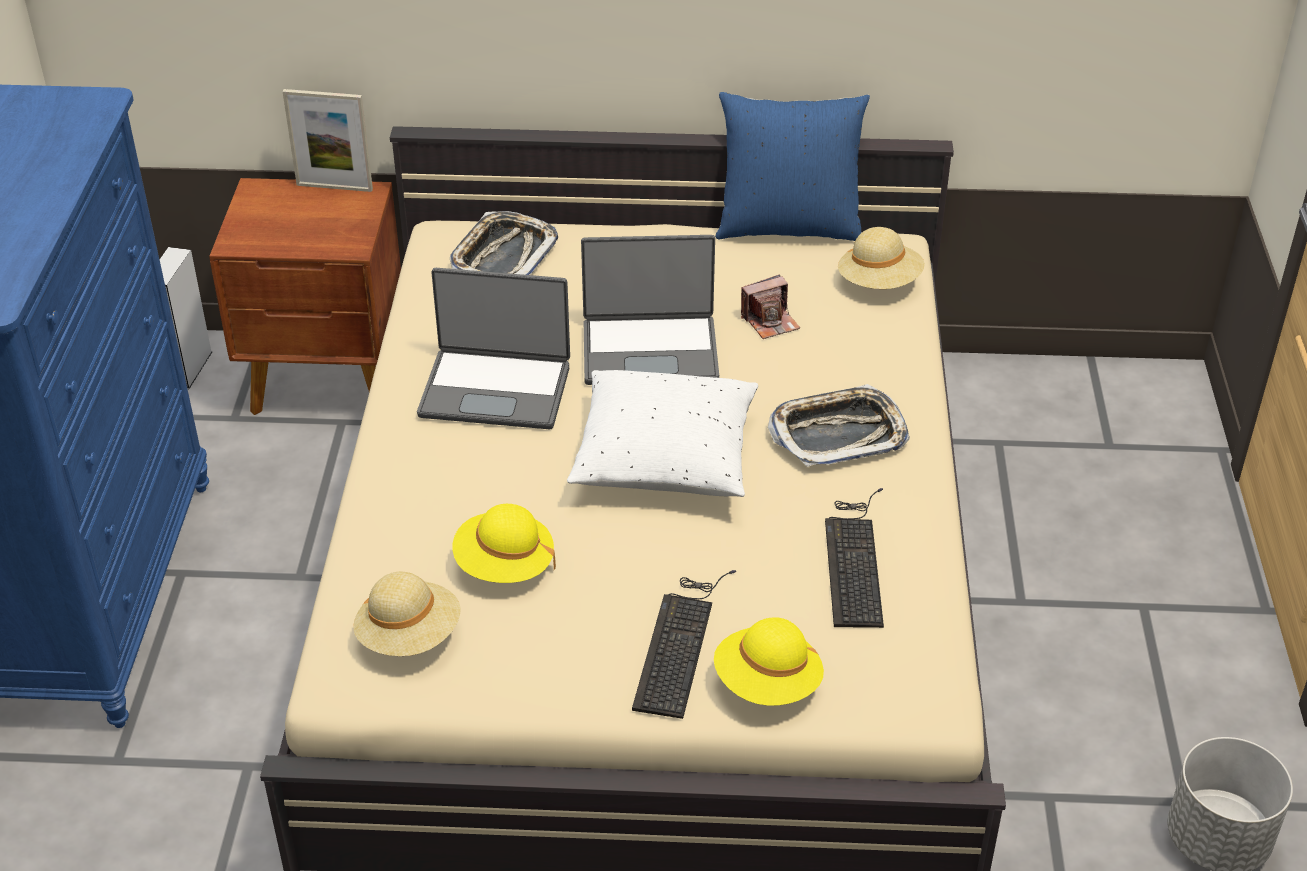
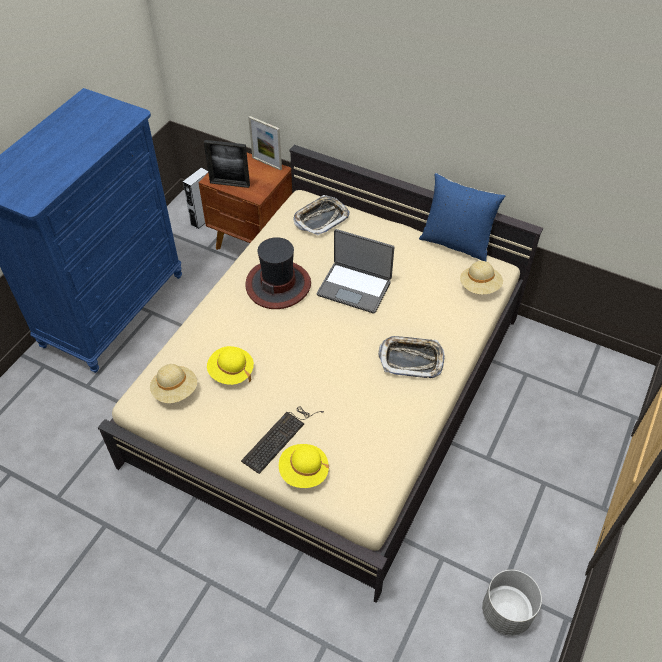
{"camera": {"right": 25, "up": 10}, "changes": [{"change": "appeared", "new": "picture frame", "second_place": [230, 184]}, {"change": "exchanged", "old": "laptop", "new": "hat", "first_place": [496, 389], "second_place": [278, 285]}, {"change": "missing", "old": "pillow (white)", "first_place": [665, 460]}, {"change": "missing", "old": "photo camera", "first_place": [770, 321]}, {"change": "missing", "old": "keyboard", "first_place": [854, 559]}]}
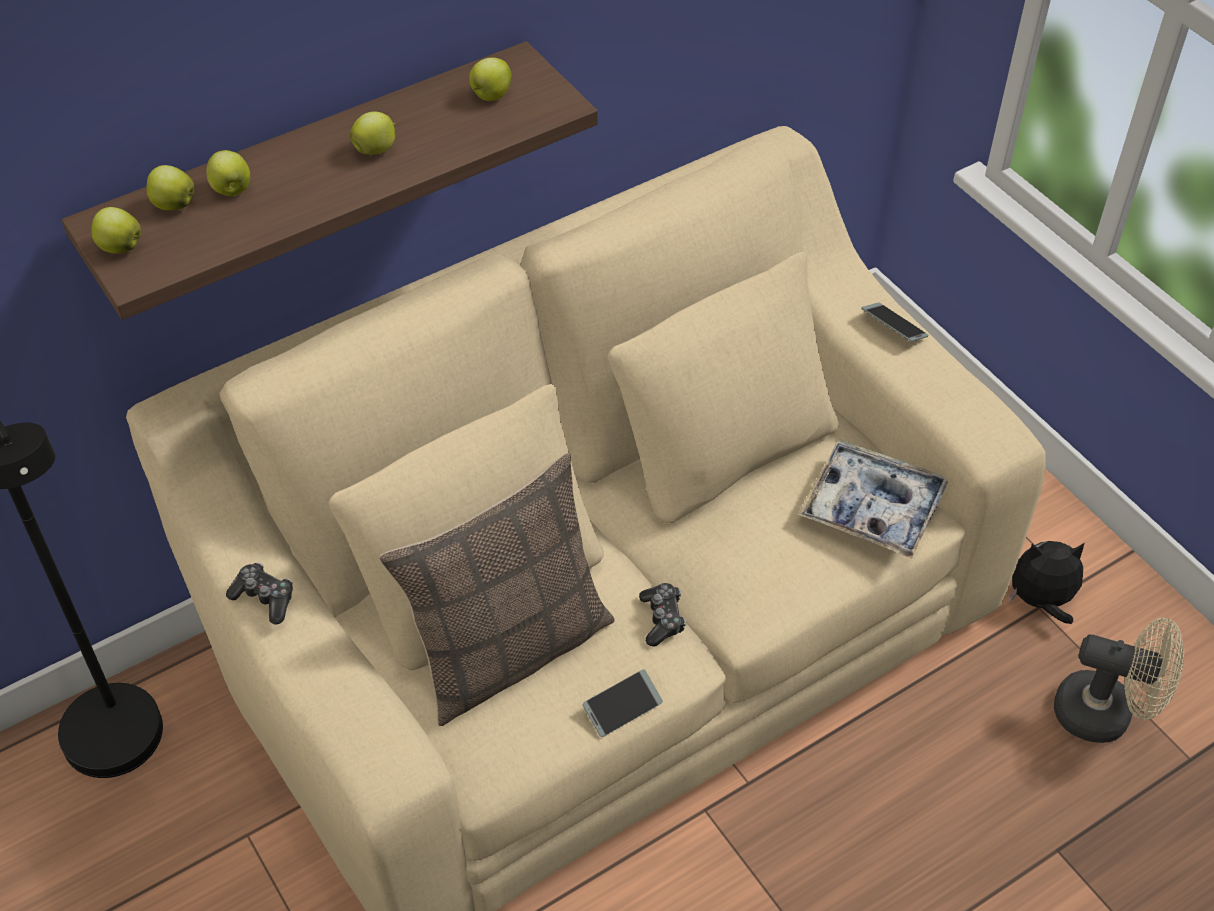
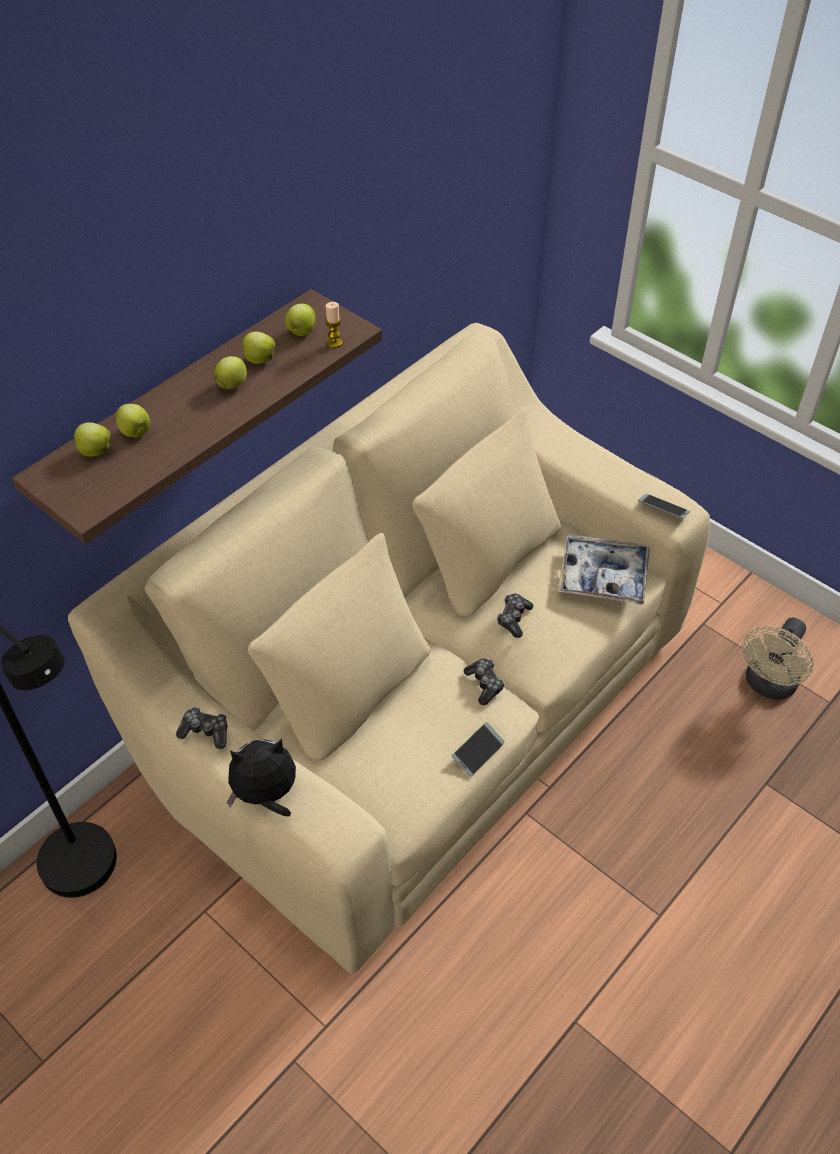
{"camera": {"right": -15, "up": 0}, "changes": [{"change": "relocated", "old": "plush toy", "first_place": [1040, 601], "second_place": [266, 795]}, {"change": "relocated", "old": "apple", "first_place": [119, 247], "second_place": [259, 360]}, {"change": "appeared", "new": "candle", "second_place": [334, 343]}, {"change": "appeared", "new": "game controller", "second_place": [513, 618]}, {"change": "relocated", "old": "phone", "first_place": [893, 327], "second_place": [662, 510]}, {"change": "spun", "old": "fan (beige)", "first_place": [1105, 714], "second_place": [768, 685], "degrees": 120}, {"change": "missing", "old": "pillow", "first_place": [509, 649]}]}
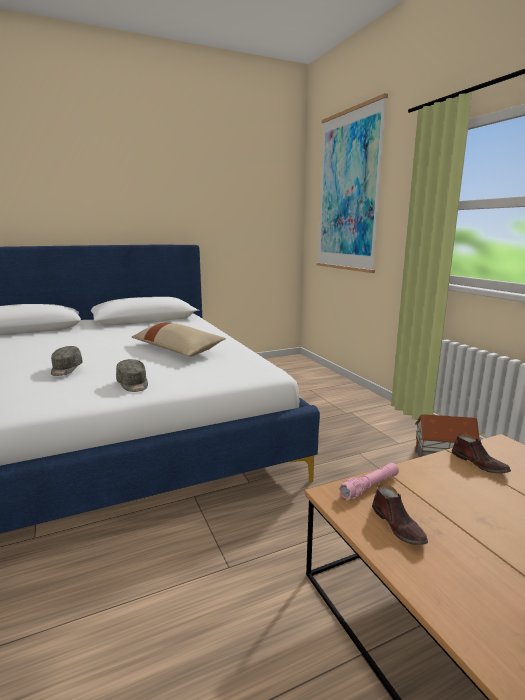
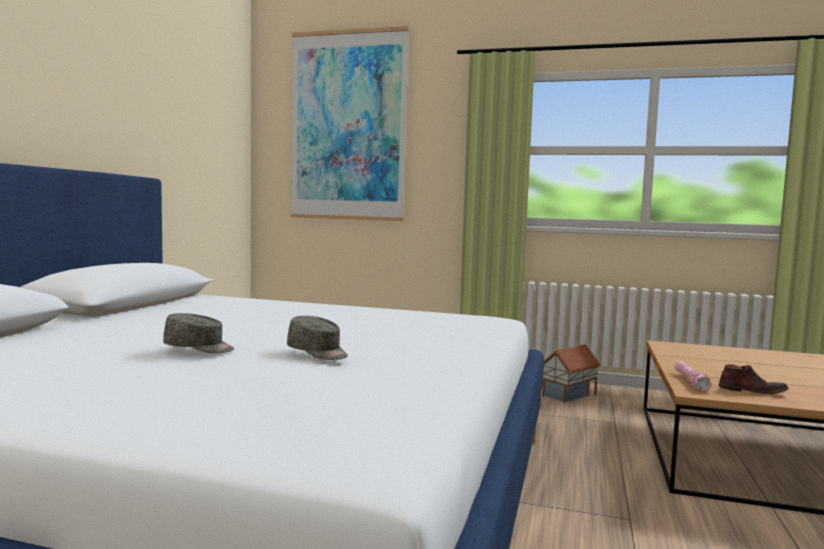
{"camera": {"right": -50, "up": -10}, "changes": [{"change": "relocated", "old": "cap (grey)", "first_place": [133, 384], "second_place": [199, 348]}, {"change": "missing", "old": "pillow (beige)", "first_place": [177, 349]}, {"change": "missing", "old": "shoe (brown)", "first_place": [479, 464]}]}
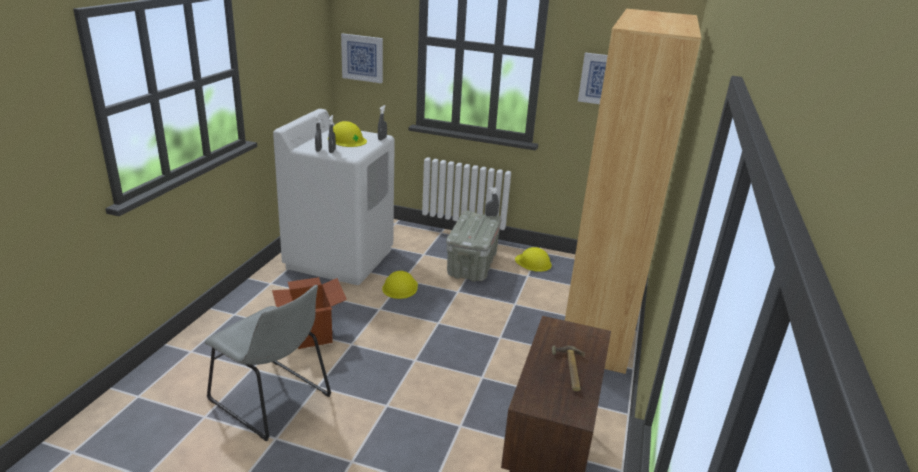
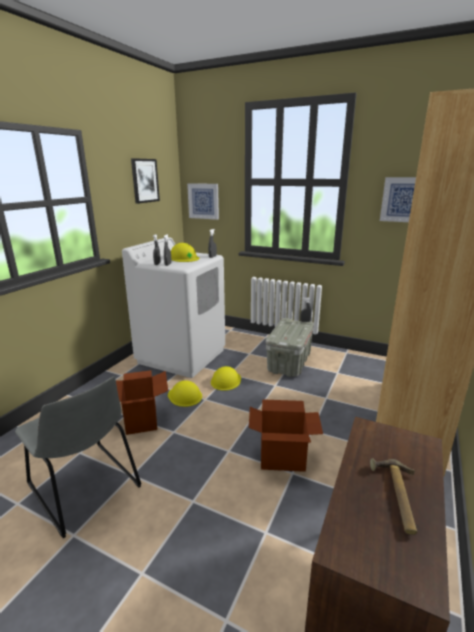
{"camera": {"right": 10, "up": -5}, "changes": [{"change": "appeared", "new": "picture", "second_place": [145, 180]}, {"change": "relocated", "old": "hard hat (yellow)", "first_place": [533, 262], "second_place": [184, 396]}, {"change": "appeared", "new": "cardboard box", "second_place": [282, 457]}]}
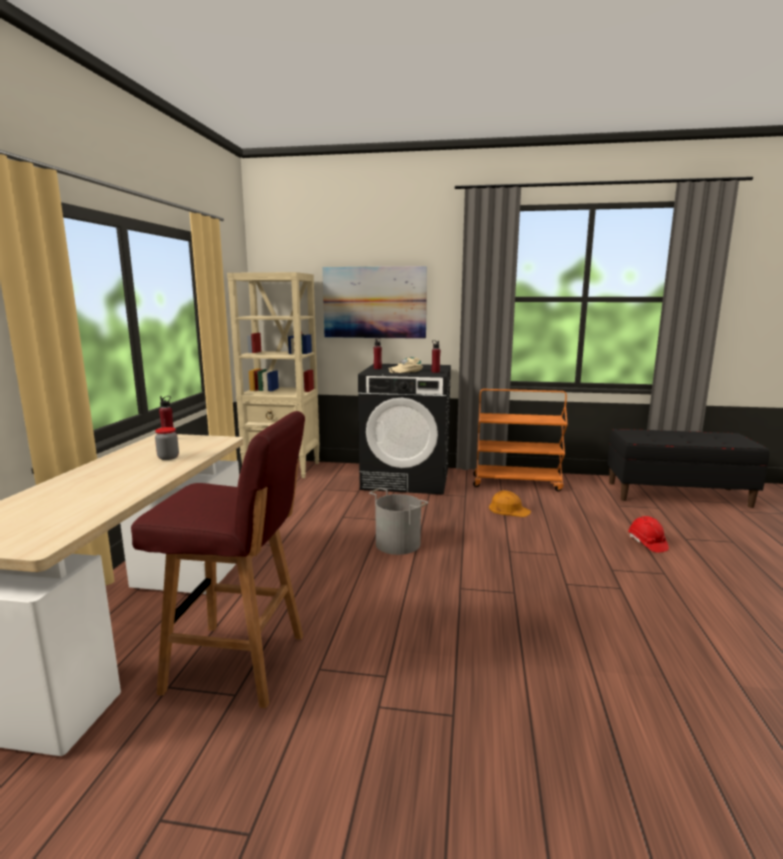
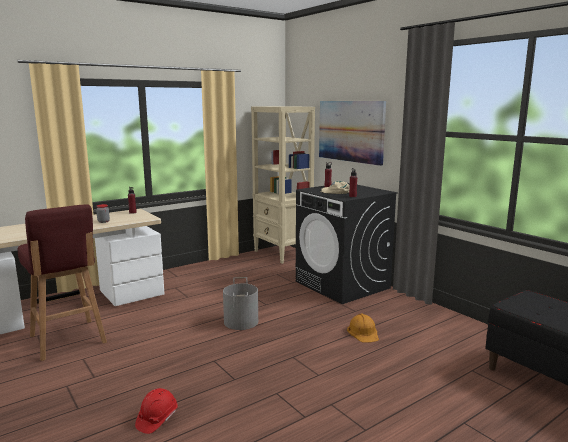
{"camera": {"right": 45, "up": 0}, "changes": [{"change": "relocated", "old": "hard hat (red)", "first_place": [647, 543], "second_place": [157, 419]}, {"change": "missing", "old": "cart (orange)", "first_place": [517, 483]}]}
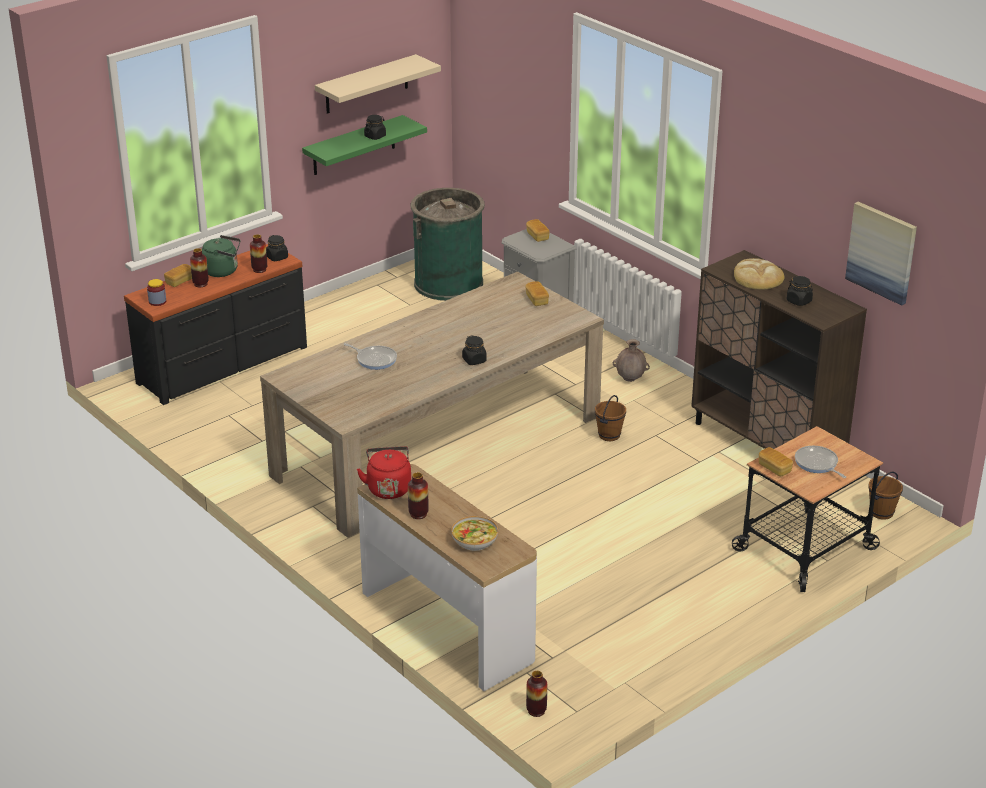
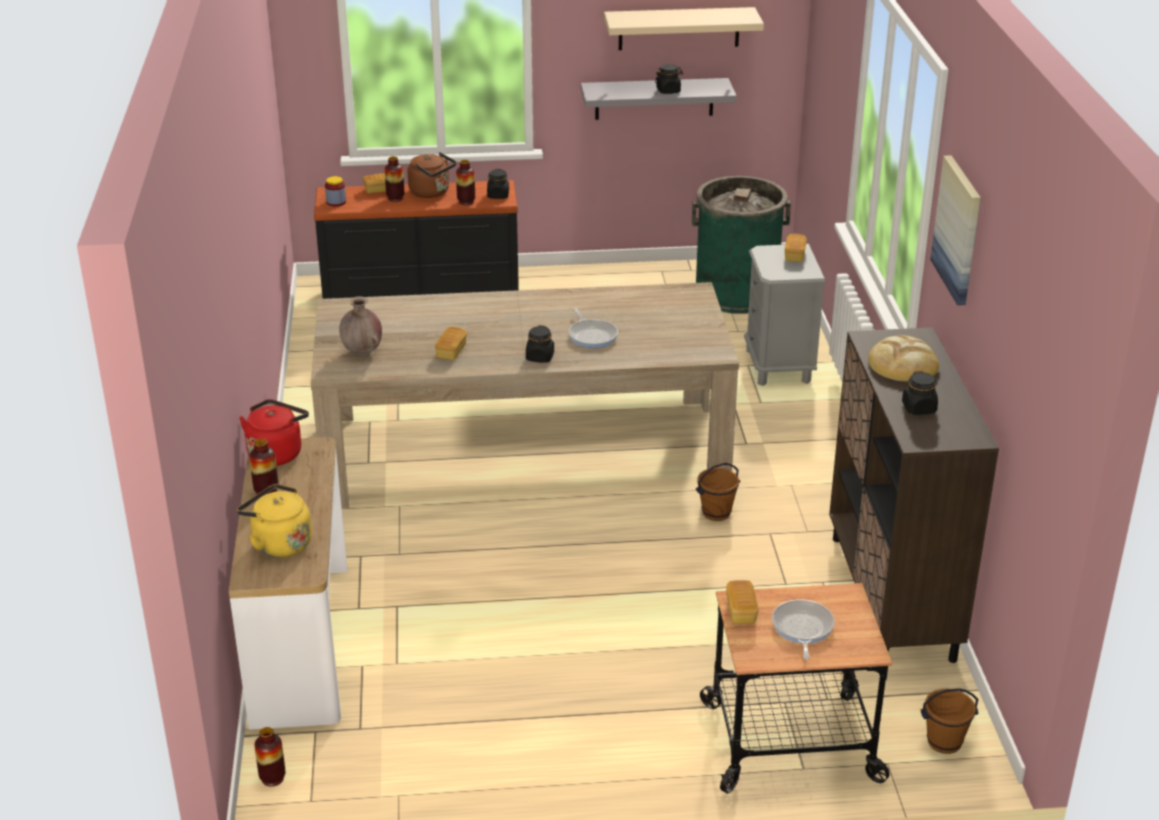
{"camera": {"right": 35, "up": 0}, "changes": [{"change": "exchanged", "old": "bowl", "new": "kettle (yellow)", "first_place": [474, 541], "second_place": [279, 544]}, {"change": "relocated", "old": "vase (brown)", "first_place": [630, 379], "second_place": [362, 352]}, {"change": "colour", "old": "kettle (green)", "new": "kettle (brown)", "first_place": [223, 271], "second_place": [432, 192]}, {"change": "relocated", "old": "bread", "first_place": [537, 300], "second_place": [451, 351]}, {"change": "relocated", "old": "frying pan", "first_place": [375, 359], "second_place": [592, 335]}, {"change": "colour", "old": "shelf (green)", "new": "shelf (grey)", "first_place": [354, 146], "second_place": [654, 98]}, {"change": "relocated", "old": "picture", "first_place": [882, 252], "second_place": [958, 229]}]}
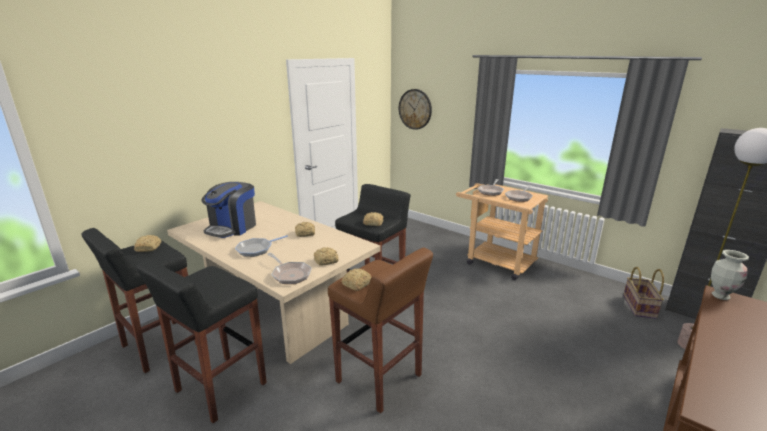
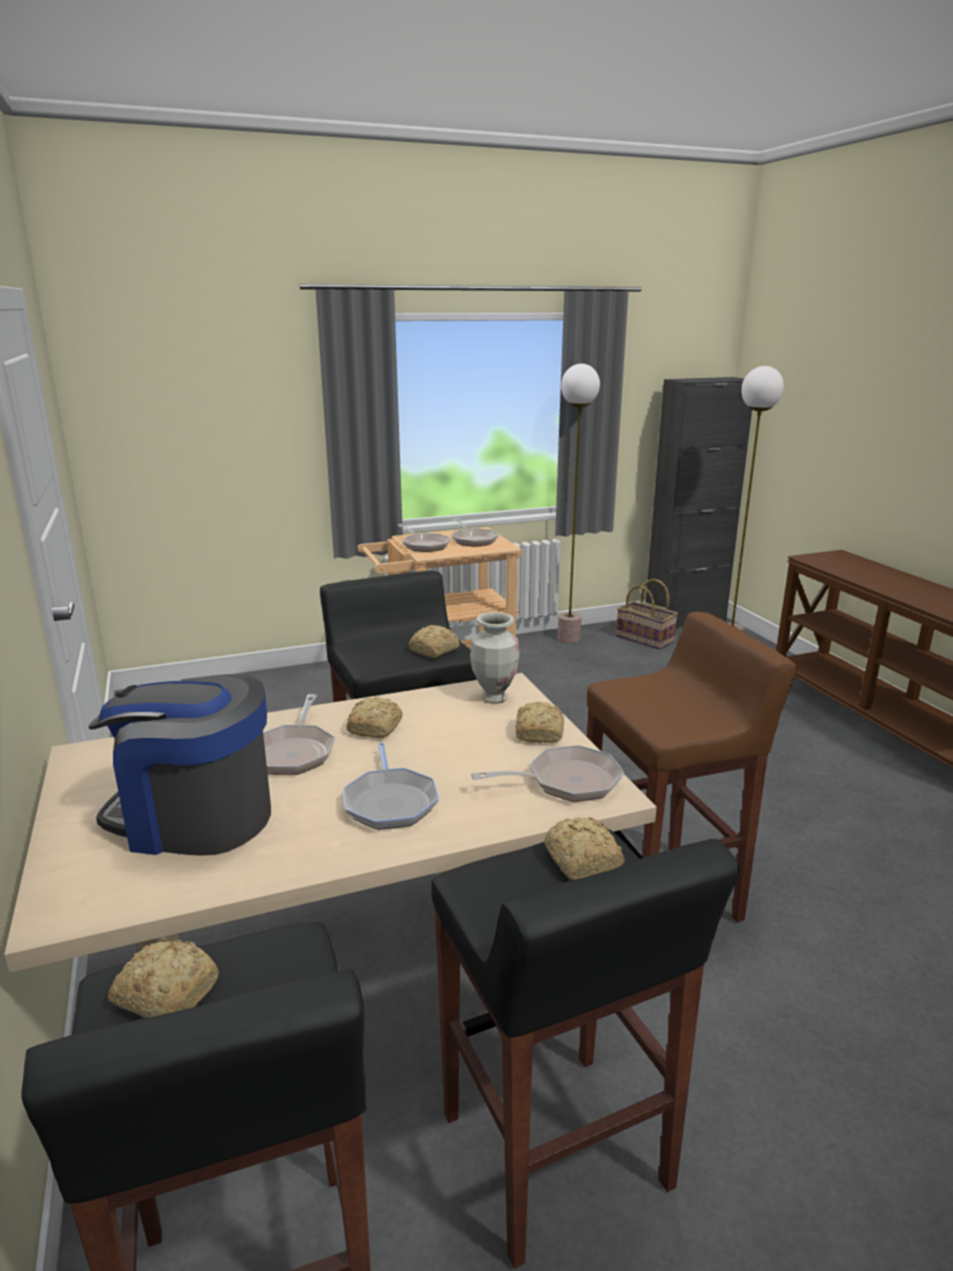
{"camera": {"right": -60, "up": 0}, "changes": [{"change": "spun", "old": "coffee machine", "first_place": [232, 228], "second_place": [194, 818], "degrees": 135}, {"change": "appeared", "new": "frying pan", "second_place": [294, 752]}, {"change": "relocated", "old": "vase", "first_place": [720, 296], "second_place": [494, 698]}, {"change": "relocated", "old": "bread", "first_place": [356, 284], "second_place": [582, 861]}, {"change": "appeared", "new": "floor lamp", "second_place": [569, 638]}, {"change": "missing", "old": "wall clock", "first_place": [415, 109]}]}
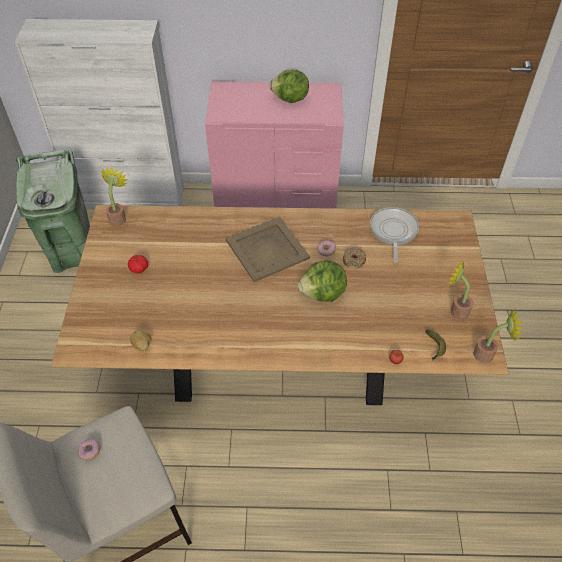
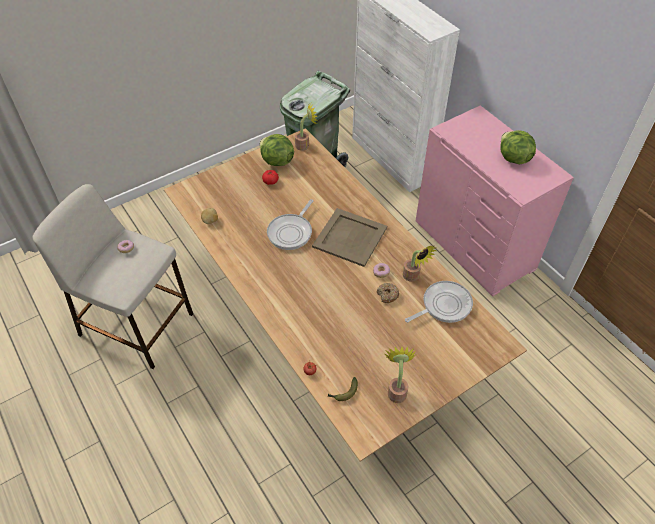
{"camera": {"right": 55, "up": 0}, "changes": [{"change": "relocated", "old": "lettuce", "first_place": [323, 294], "second_place": [276, 161]}, {"change": "appeared", "new": "frying pan", "second_place": [291, 232]}, {"change": "relocated", "old": "potted plant", "first_place": [487, 354], "second_place": [413, 277]}]}
